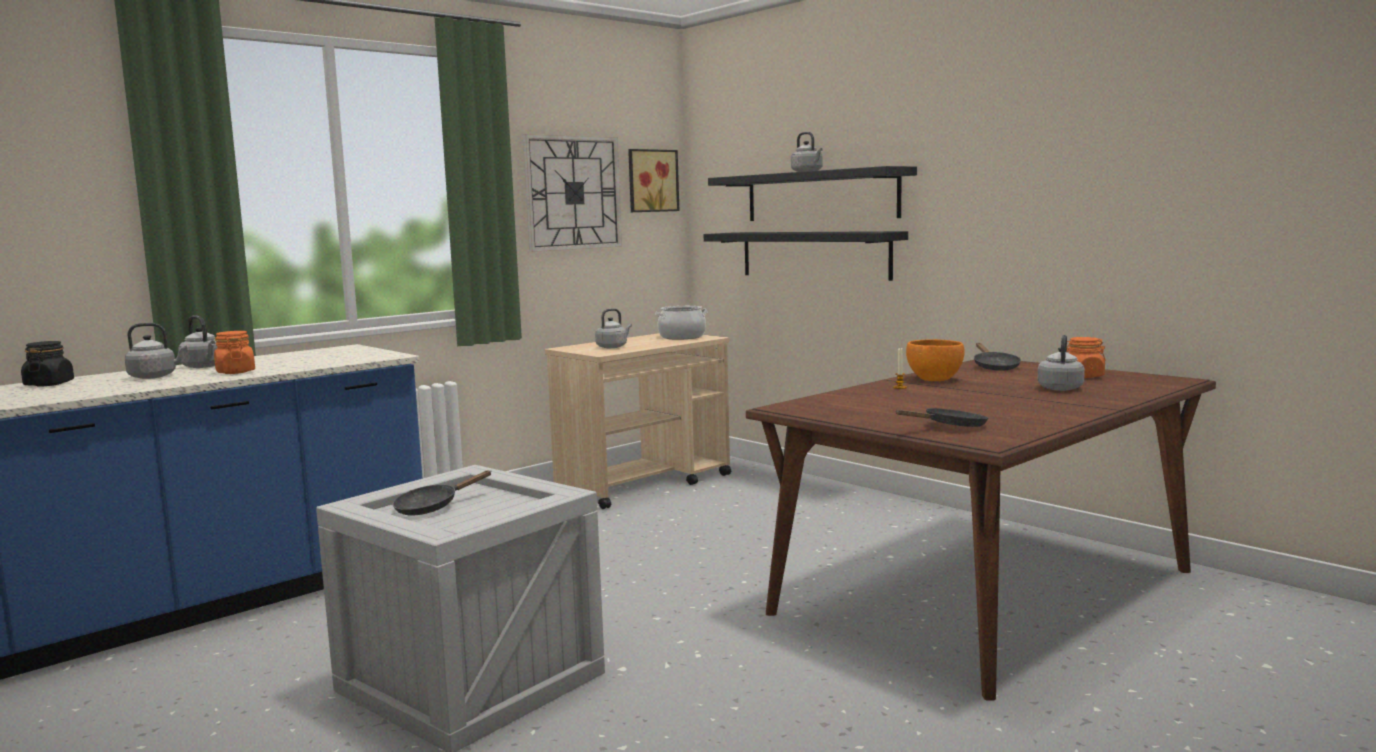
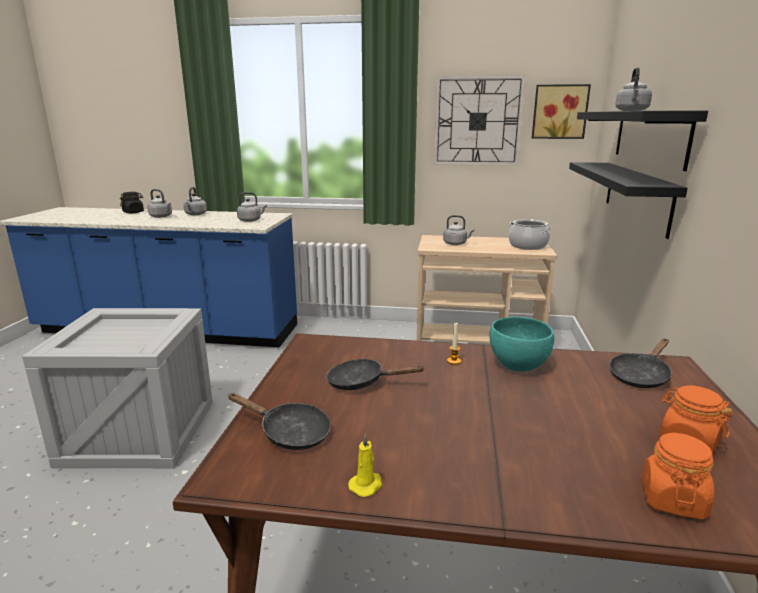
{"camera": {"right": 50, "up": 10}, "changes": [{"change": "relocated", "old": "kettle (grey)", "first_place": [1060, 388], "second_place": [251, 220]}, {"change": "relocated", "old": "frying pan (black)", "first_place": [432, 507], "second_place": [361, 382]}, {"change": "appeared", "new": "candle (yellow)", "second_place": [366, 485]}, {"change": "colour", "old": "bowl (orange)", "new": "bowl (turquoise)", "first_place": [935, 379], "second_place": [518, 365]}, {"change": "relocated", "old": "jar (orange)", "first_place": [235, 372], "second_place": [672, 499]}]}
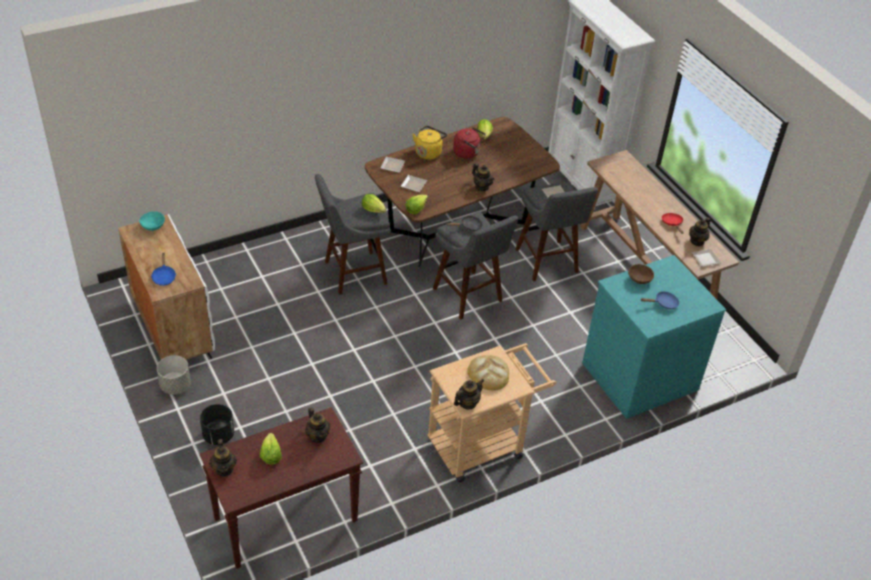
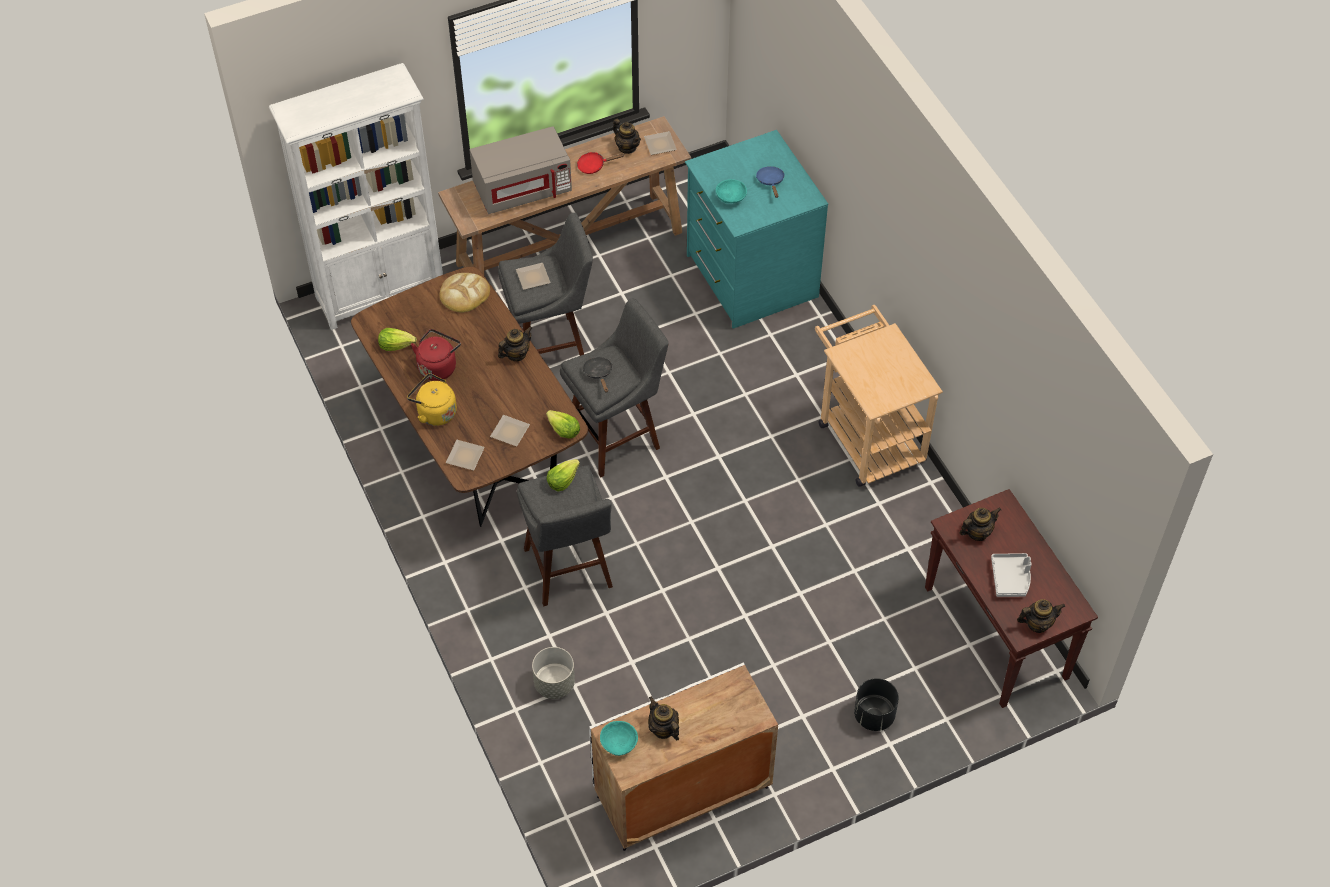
{"camera": {"right": -85, "up": 10}, "changes": [{"change": "relocated", "old": "bread", "first_place": [488, 374], "second_place": [464, 294]}, {"change": "appeared", "new": "microwave (grey)", "second_place": [522, 189]}, {"change": "relocated", "old": "planter (grey)", "first_place": [175, 385], "second_place": [554, 684]}, {"change": "relocated", "old": "teapot", "first_place": [467, 403], "second_place": [663, 729]}, {"change": "colour", "old": "bowl (brown)", "new": "bowl (turquoise)", "first_place": [639, 279], "second_place": [731, 198]}, {"change": "exchanged", "old": "lettuce", "new": "tray (grey)", "first_place": [270, 455], "second_place": [1011, 578]}, {"change": "missing", "old": "frying pan (blue)", "first_place": [164, 276]}]}
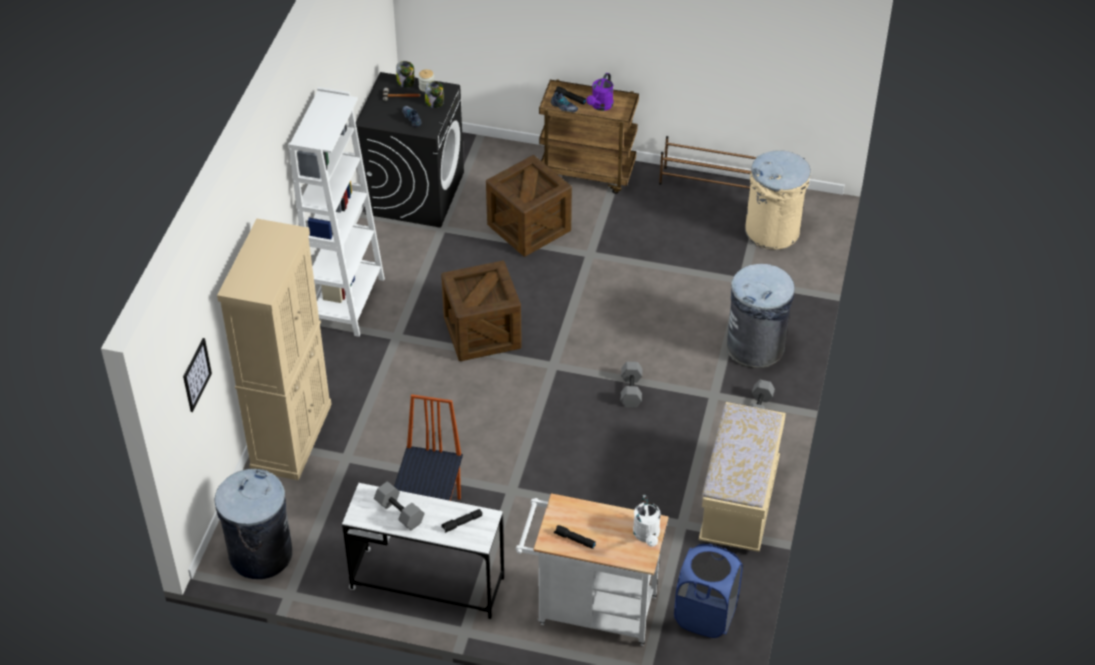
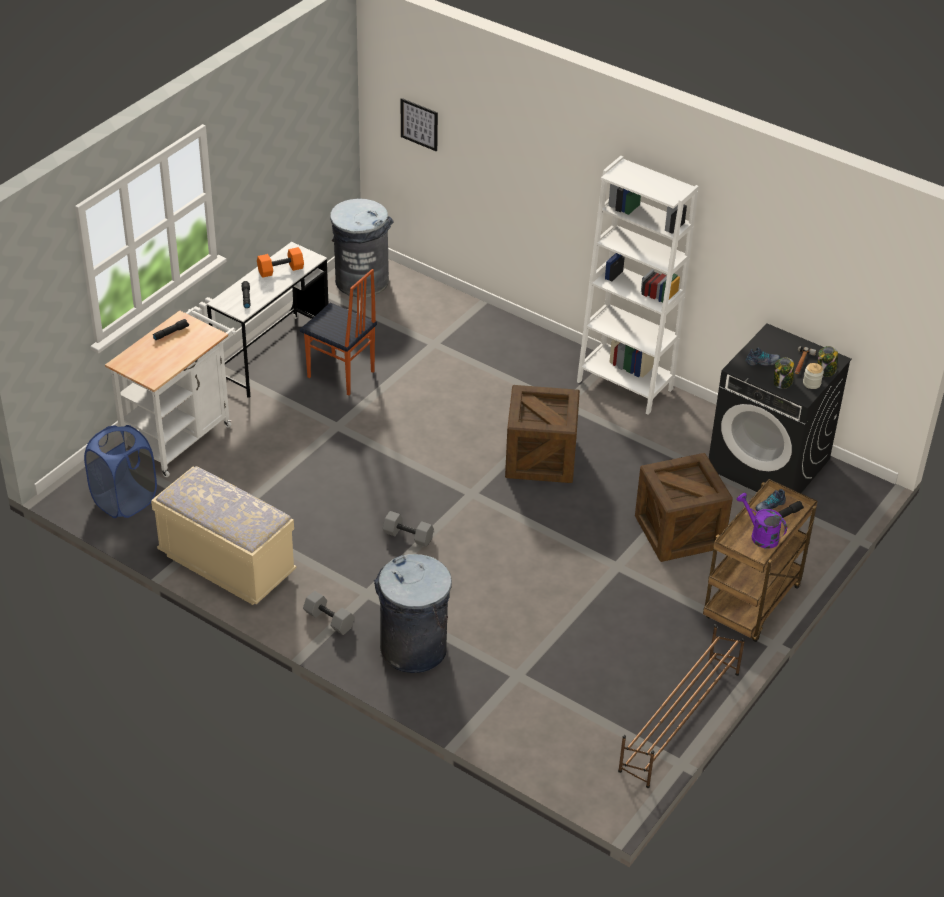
{"camera": {"right": 110, "up": -5}, "changes": [{"change": "colour", "old": "dumbbell (grey)", "new": "dumbbell (orange)", "first_place": [400, 512], "second_place": [280, 270]}, {"change": "missing", "old": "cabinet (beige)", "first_place": [291, 436]}, {"change": "missing", "old": "watering can (white)", "first_place": [647, 536]}, {"change": "missing", "old": "trash can (beige)", "first_place": [772, 231]}]}
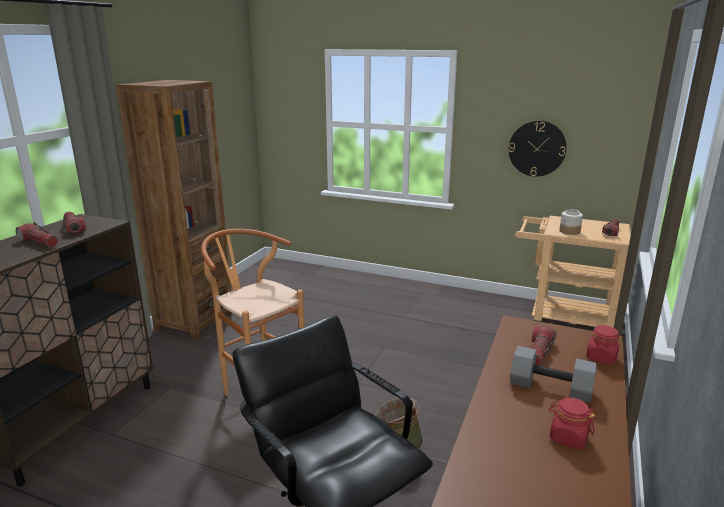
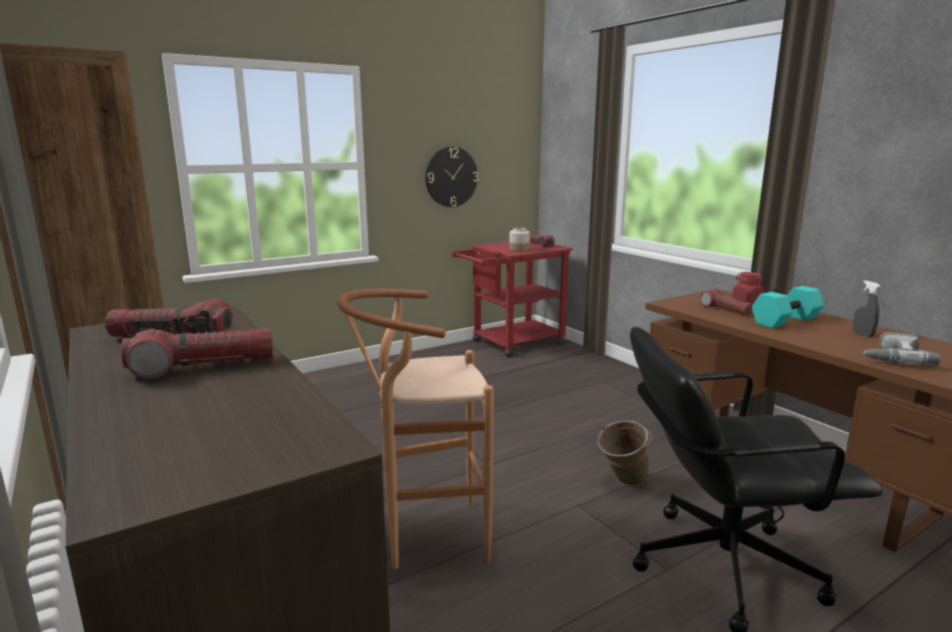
{"camera": {"right": -55, "up": -5}, "changes": [{"change": "colour", "old": "cart (beige)", "new": "cart (red)", "first_place": [563, 319], "second_place": [511, 344]}, {"change": "colour", "old": "dumbbell (grey)", "new": "dumbbell (turquoise)", "first_place": [549, 388], "second_place": [786, 321]}, {"change": "exchanged", "old": "jar (red)", "new": "spray bottle (grey)", "first_place": [568, 438], "second_place": [862, 334]}, {"change": "appeared", "new": "power drill", "second_place": [891, 356]}]}
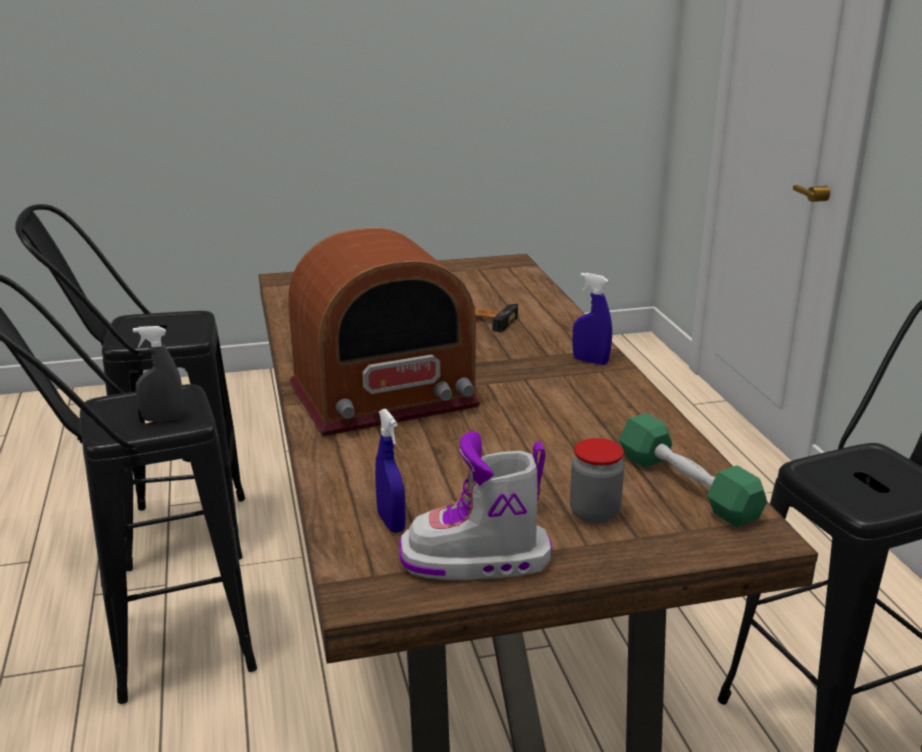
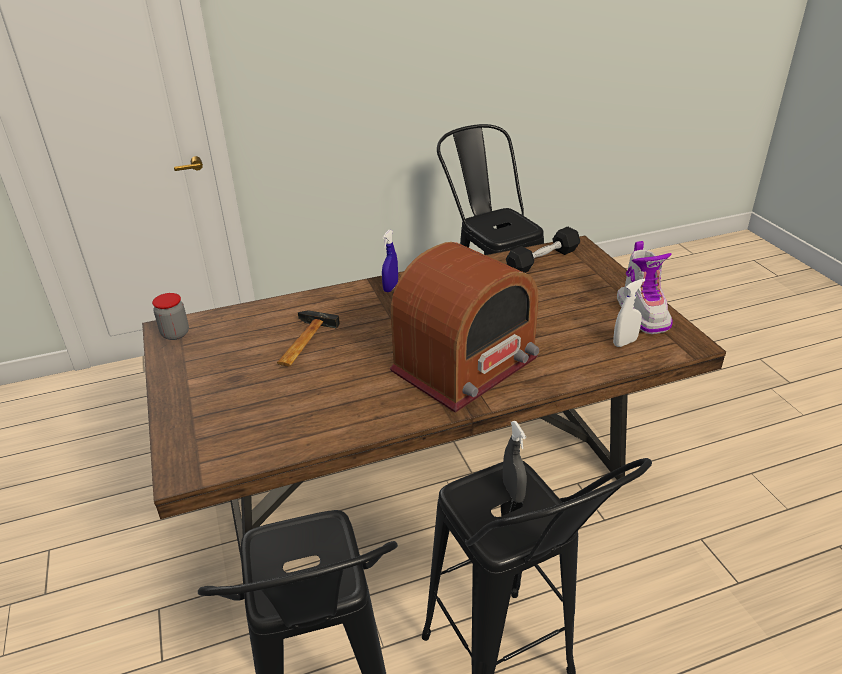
{"camera": {"right": -95, "up": 10}, "changes": [{"change": "relocated", "old": "jar", "first_place": [594, 513], "second_place": [175, 334]}, {"change": "spun", "old": "radio", "first_place": [383, 396], "second_place": [465, 365], "degrees": 75}, {"change": "colour", "old": "dumbbell (green)", "new": "dumbbell (black)", "first_place": [686, 486], "second_place": [542, 260]}, {"change": "colour", "old": "spray bottle (blue)", "new": "spray bottle (white)", "first_place": [391, 522], "second_place": [624, 342]}]}
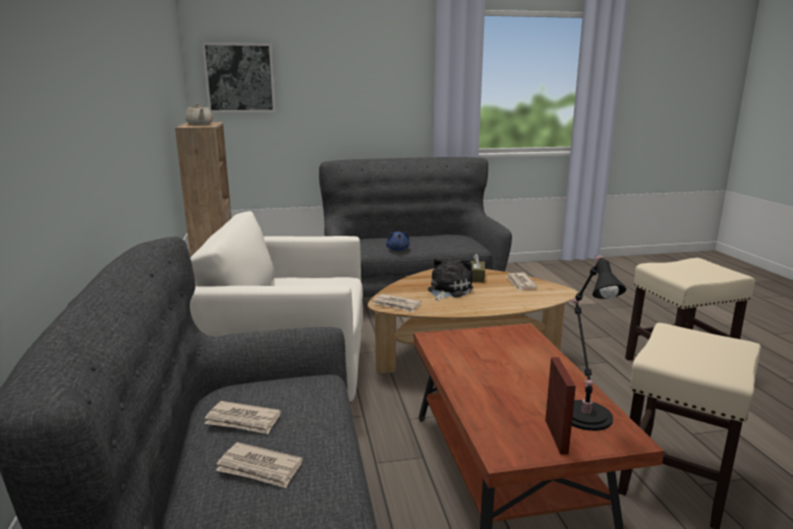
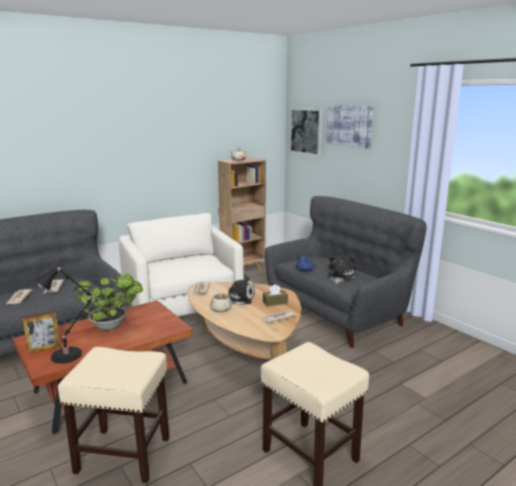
{"camera": {"right": 65, "up": 0}, "changes": [{"change": "appeared", "new": "potted plant", "second_place": [112, 326]}, {"change": "appeared", "new": "teapot (beige)", "second_place": [221, 309]}, {"change": "appeared", "new": "picture", "second_place": [349, 125]}, {"change": "appeared", "new": "plush toy", "second_place": [340, 276]}]}
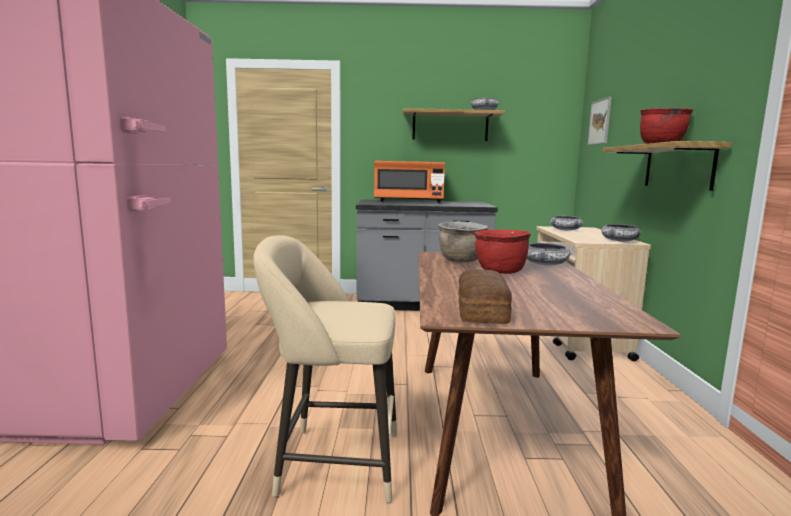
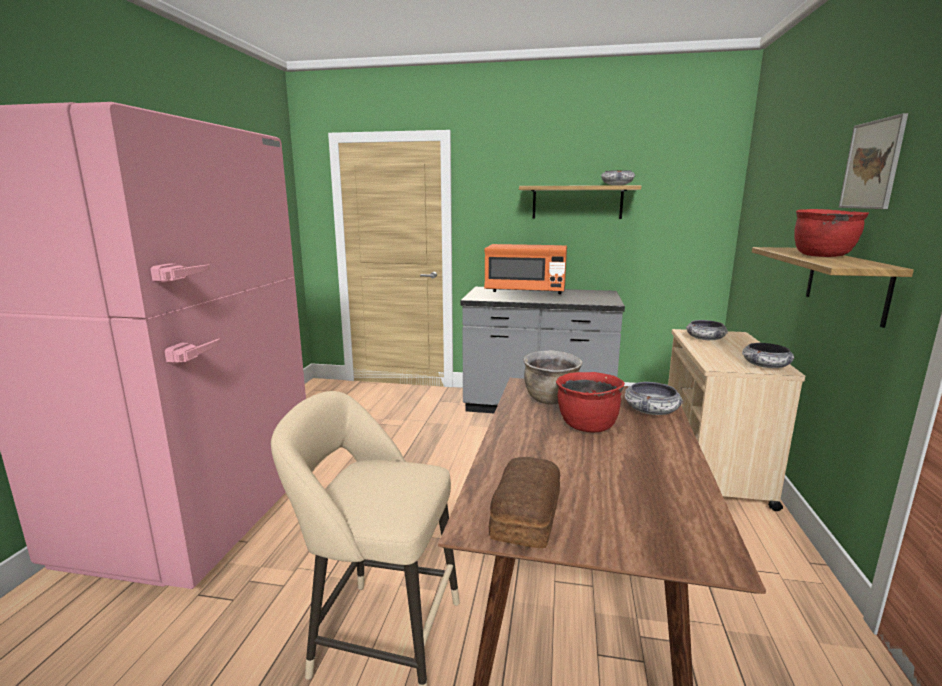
{"camera": {"right": 10, "up": 5}, "changes": [{"change": "relocated", "old": "picture", "first_place": [599, 122], "second_place": [872, 165]}]}
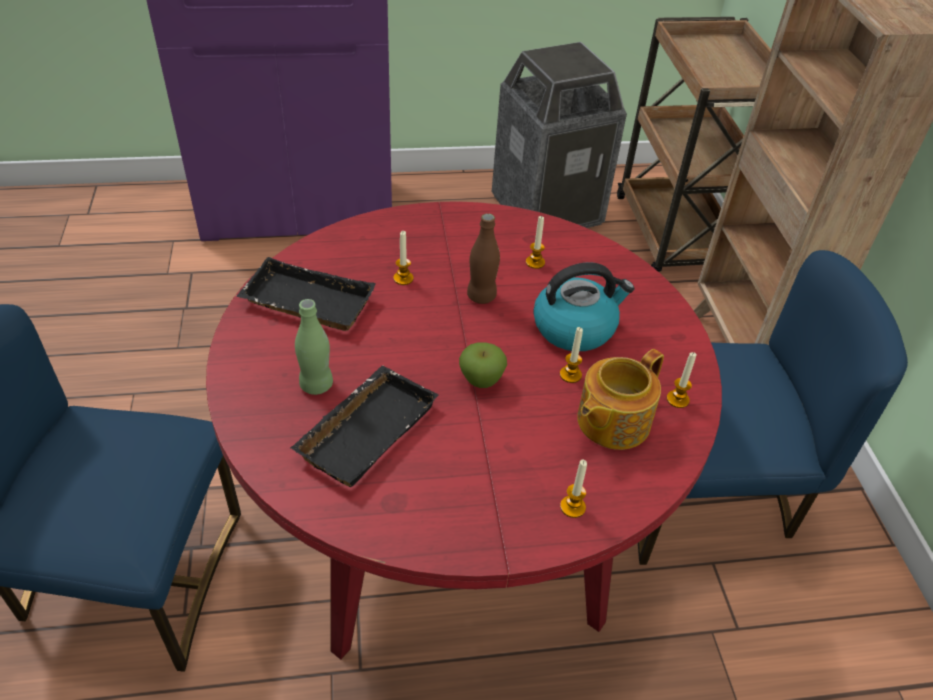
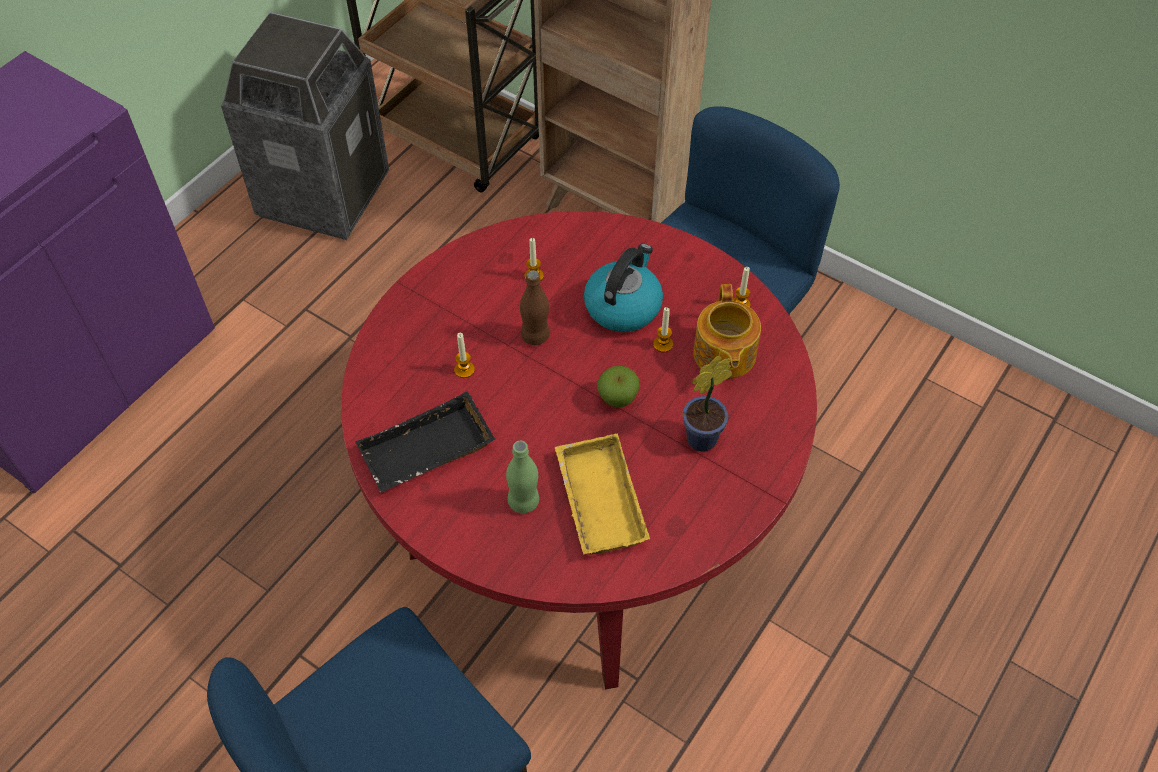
{"camera": {"right": -45, "up": 10}, "changes": [{"change": "colour", "old": "tray (black)", "new": "tray (yellow)", "first_place": [365, 429], "second_place": [596, 499]}, {"change": "appeared", "new": "potted plant", "second_place": [705, 437]}, {"change": "missing", "old": "candle", "first_place": [572, 507]}]}
